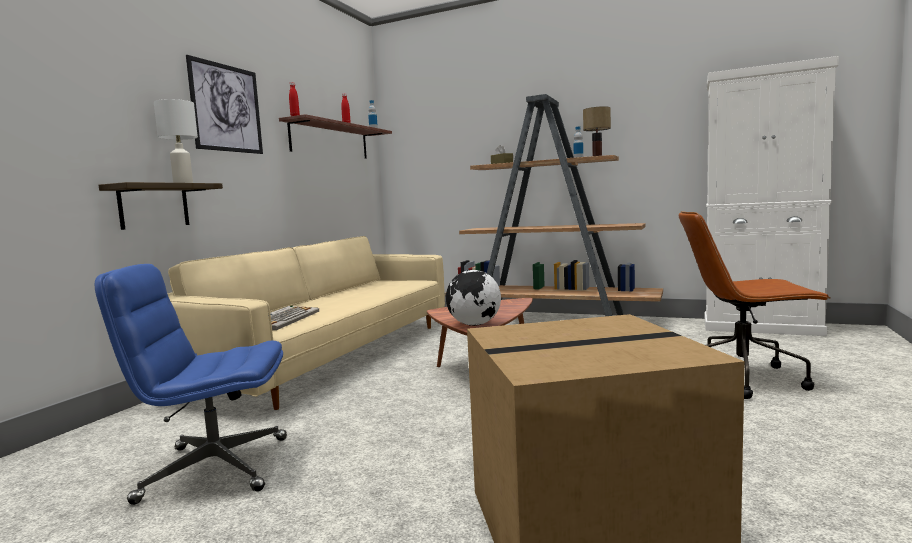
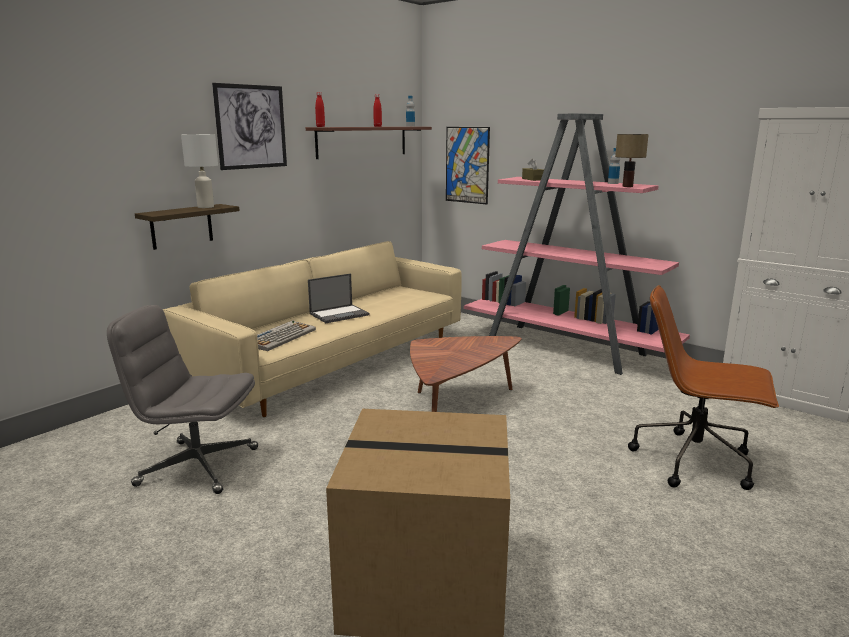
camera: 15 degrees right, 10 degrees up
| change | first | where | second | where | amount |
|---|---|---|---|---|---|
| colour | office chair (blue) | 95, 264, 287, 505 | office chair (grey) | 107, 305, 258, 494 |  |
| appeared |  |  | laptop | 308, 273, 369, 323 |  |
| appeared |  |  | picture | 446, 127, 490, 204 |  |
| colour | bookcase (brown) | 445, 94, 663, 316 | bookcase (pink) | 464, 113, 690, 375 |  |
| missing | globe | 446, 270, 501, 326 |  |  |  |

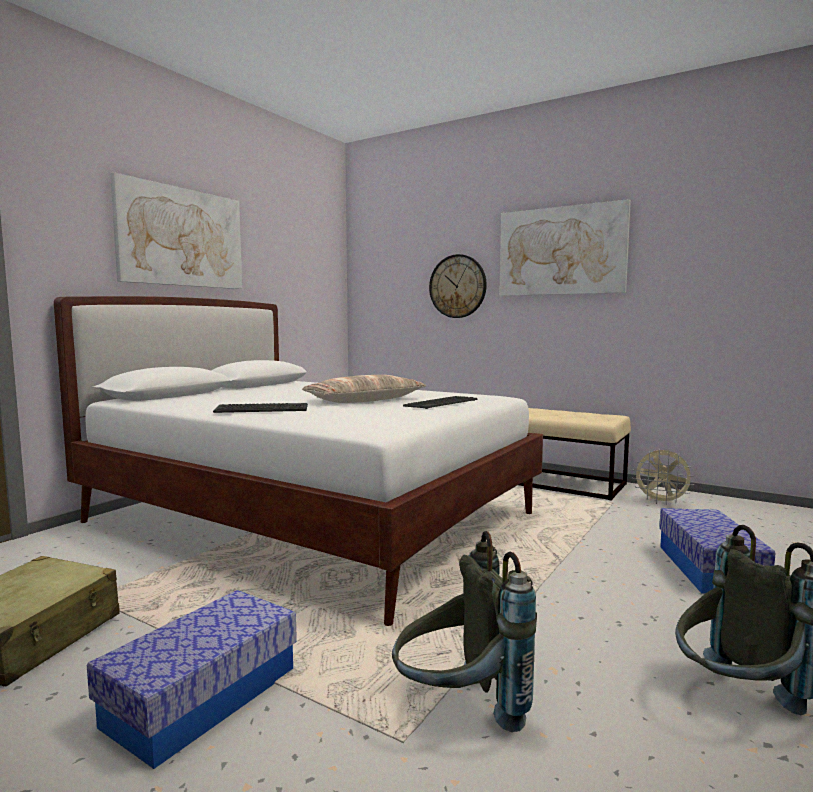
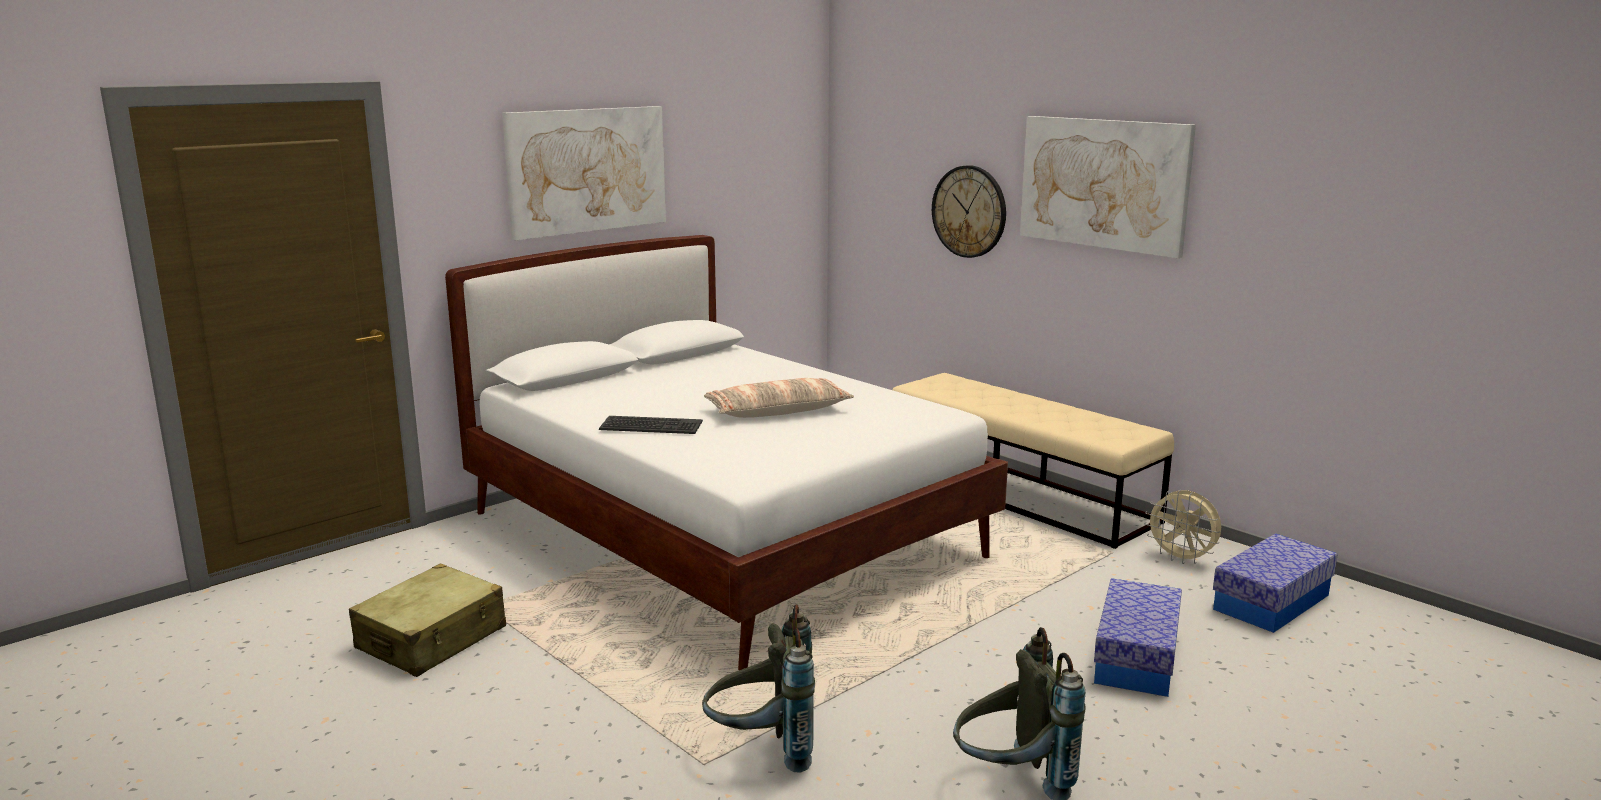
camera: 15 degrees right, 10 degrees up
| change | first | where | second | where | amount |
|---|---|---|---|---|---|
| relocated | storage box | 87, 590, 297, 769 |  | 1213, 533, 1338, 633 |  |
| missing | keyboard | 403, 396, 478, 409 |  |  |  |

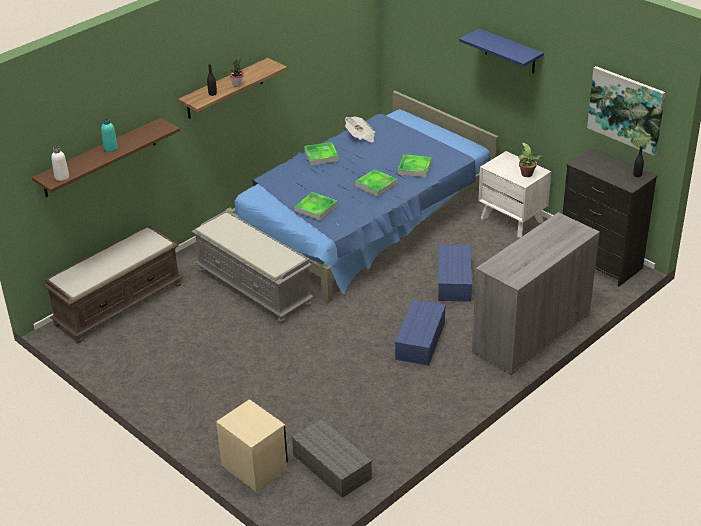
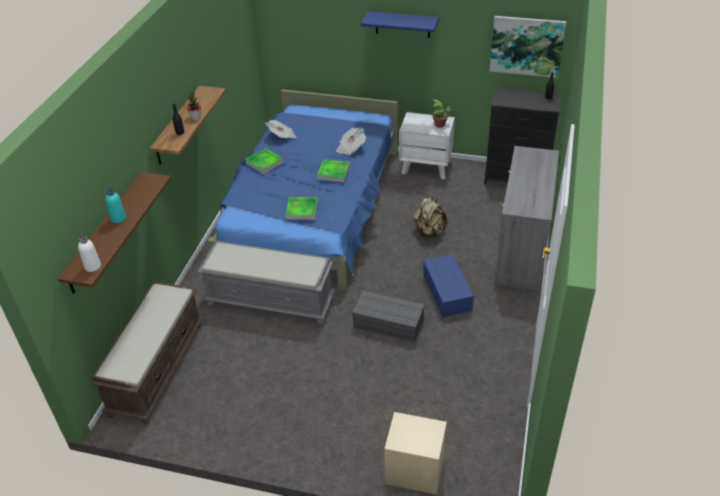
camera: 30 degrees left, 5 degrees up
| change | first | where | second | where | amount |
|---|---|---|---|---|---|
| exchanged | tray | 398, 154, 432, 178 | newspaper | 336, 128, 366, 155 |  |
| relocated | storage box (grey) | 291, 419, 372, 498 |  | 352, 290, 425, 342 |  |
| exchanged | storage box (blue) | 438, 244, 472, 302 | backpack (beige) | 413, 197, 447, 238 |  |

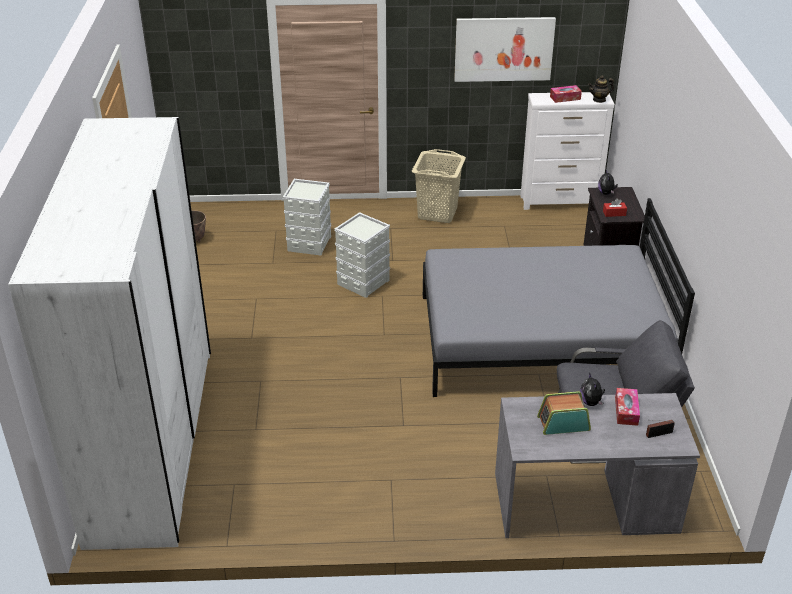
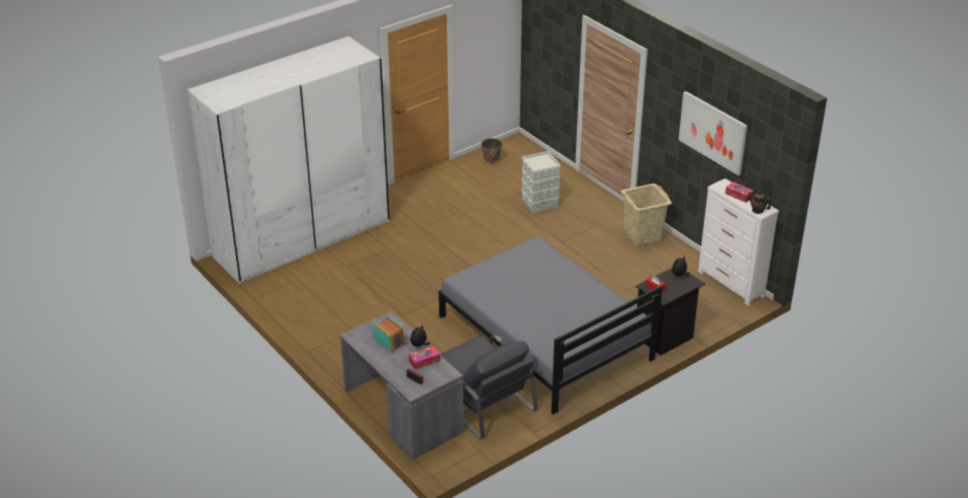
camera: 55 degrees right, 0 degrees up
| change | first | where | second | where | amount |
|---|---|---|---|---|---|
| missing | storage box (grey) | 334, 212, 390, 298 |  |  |  |

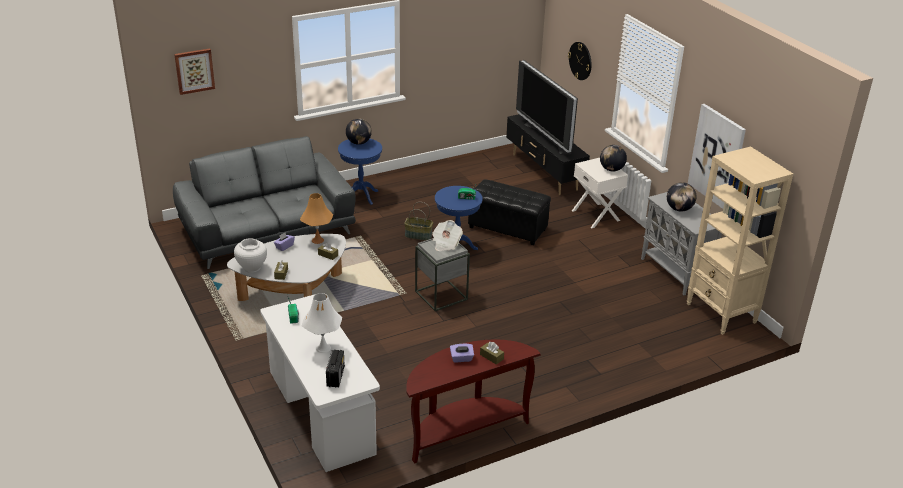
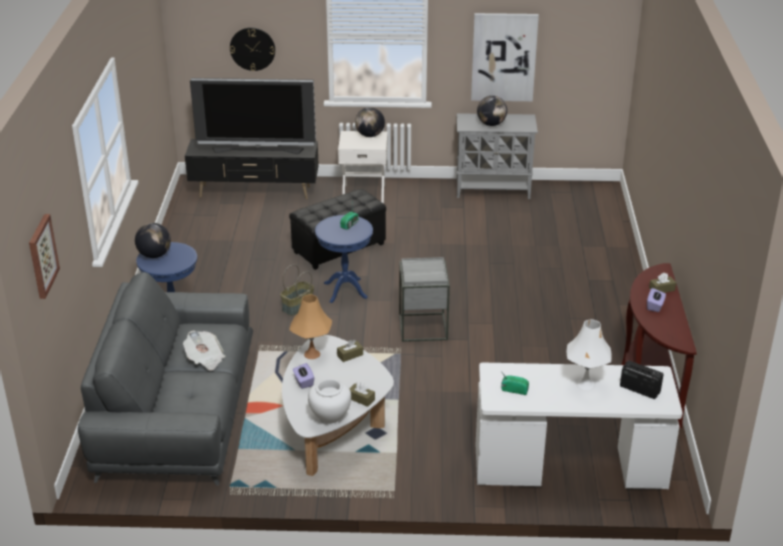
camera: 60 degrees left, 0 degrees up
| change | first | where | second | where | amount |
|---|---|---|---|---|---|
| relocated | newspaper | 432, 220, 463, 251 |  | 183, 330, 225, 370 |  |
| missing | bookcase (beige) | 687, 146, 793, 335 |  |  |  |

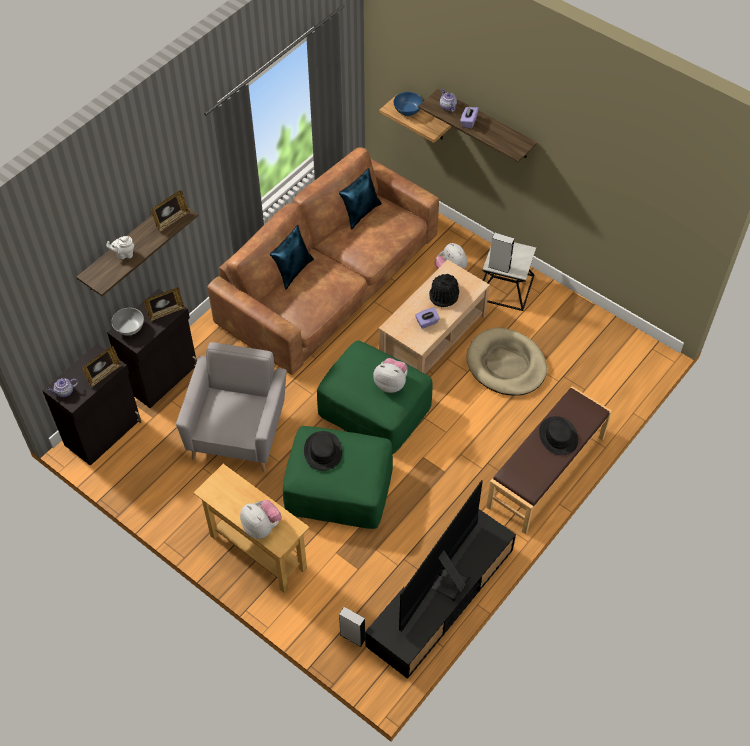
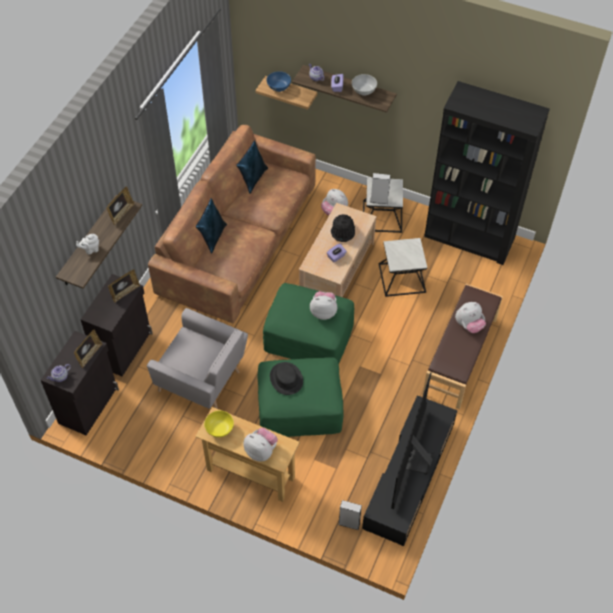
camera: 15 degrees left, 0 degrees up
| change | first | where | second | where | amount |
|---|---|---|---|---|---|
| spun | armchair (grey) | 176, 342, 287, 472 |  | 147, 308, 248, 409 | 120 degrees clockwise |
| appeared |  |  | bowl (yellow) | 204, 411, 234, 438 |  |
| relocated | bowl (white) | 112, 308, 144, 335 |  | 352, 74, 377, 96 |  |
| exchanged | dog bed (beige) | 467, 328, 547, 396 | side table | 379, 238, 427, 297 |  |
| appeared |  |  | bookcase (black) | 424, 81, 550, 265 |  |
| exchanged | hat (black) | 539, 416, 578, 455 | plush toy | 455, 302, 486, 333 |  |

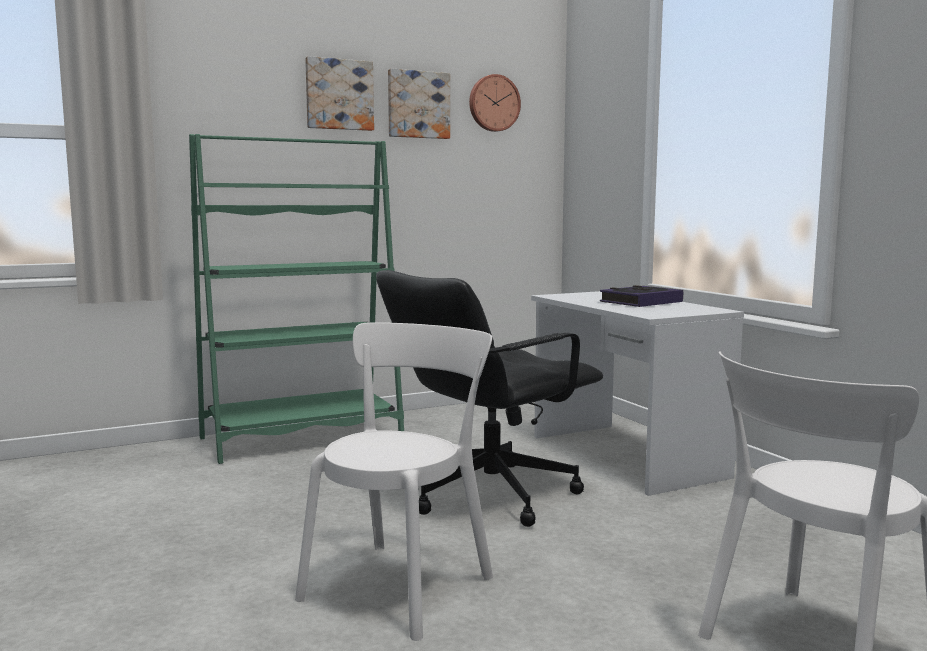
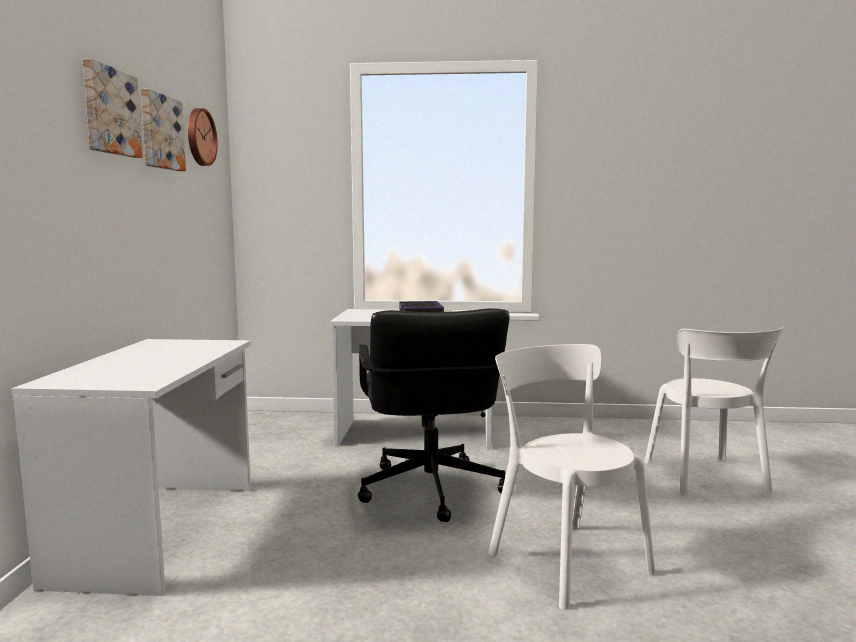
camera: 60 degrees left, 0 degrees up
| change | first | where | second | where | amount |
|---|---|---|---|---|---|
| exchanged | bookcase (green) | 189, 134, 404, 464 | desk (white) | 12, 339, 251, 596 |  |

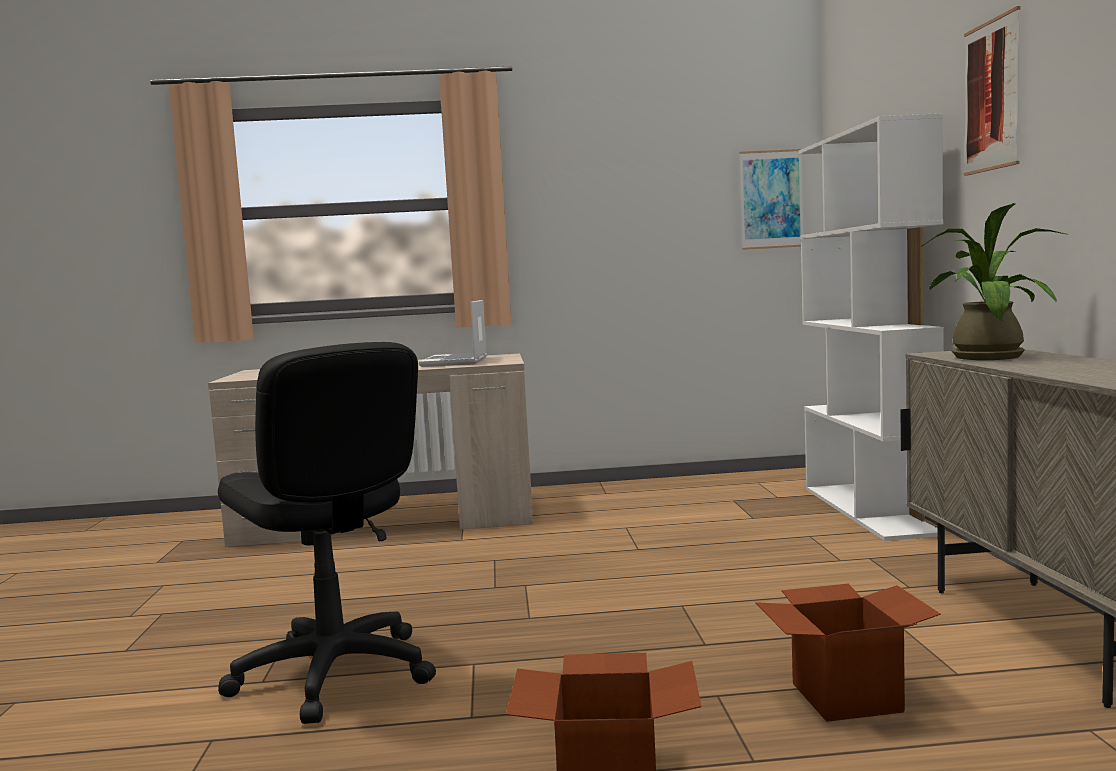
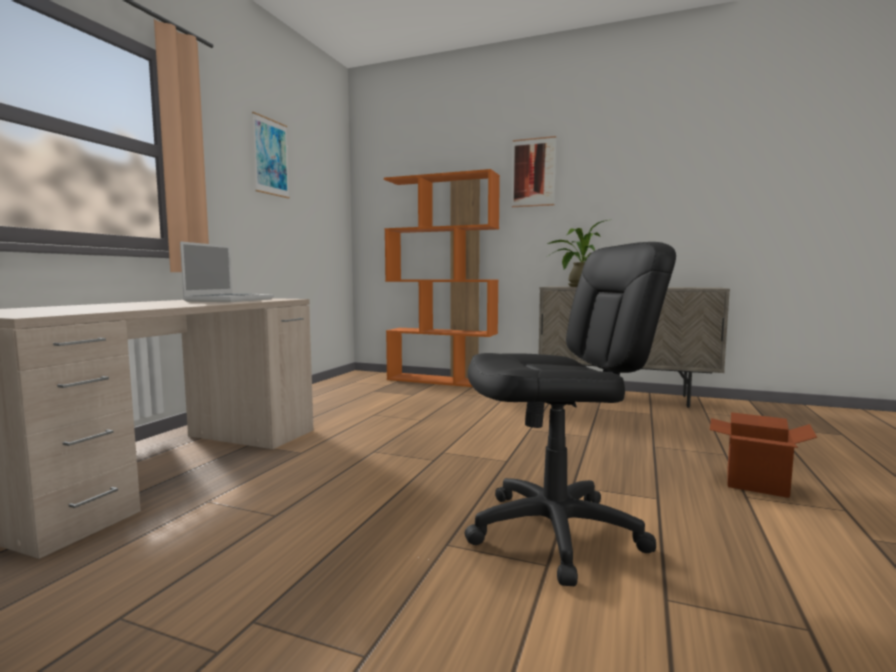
camera: 65 degrees left, 0 degrees up
| change | first | where | second | where | amount |
|---|---|---|---|---|---|
| spun | laptop | 419, 300, 487, 367 |  | 180, 242, 274, 302 | 105 degrees counterclockwise |
| relocated | picture | 739, 149, 804, 250 |  | 252, 112, 290, 199 |  |
| colour | bookcase (white) | 799, 113, 944, 541 | bookcase (orange) | 384, 169, 500, 387 |  |
| missing | cardboard box | 755, 584, 941, 722 |  |  |  |

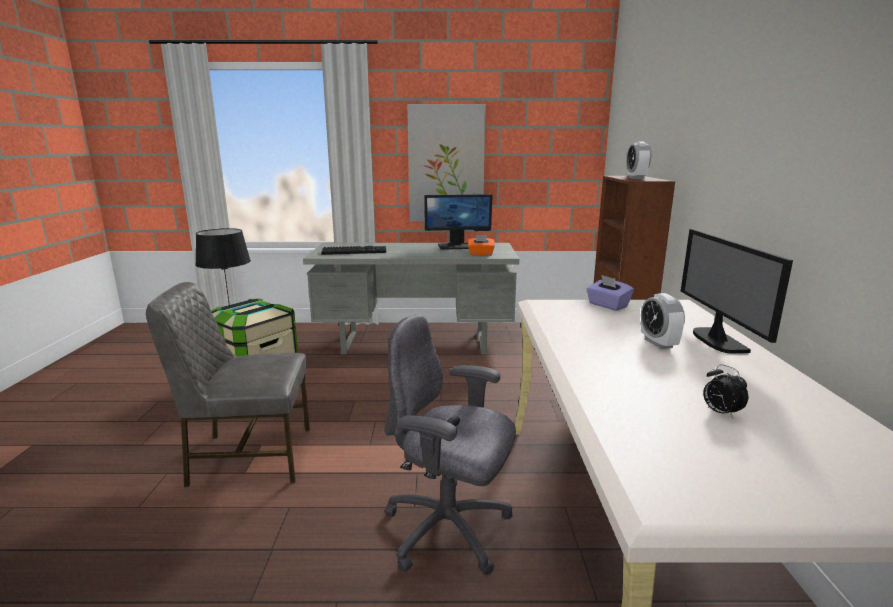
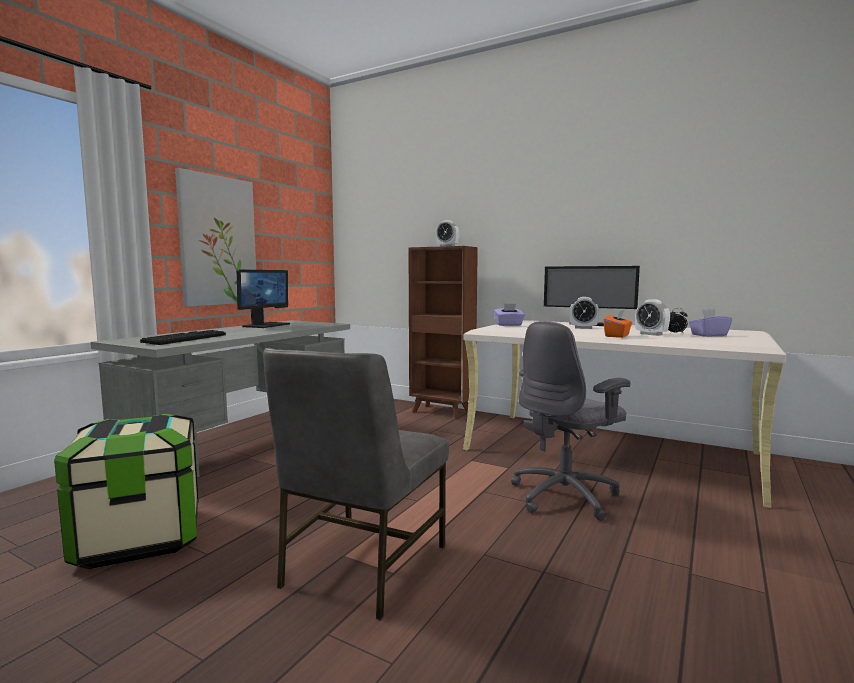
camera: 60 degrees left, 10 degrees down
| change | first | where | second | where | amount |
|---|---|---|---|---|---|
| relocated | tissue box (orange) | 468, 235, 495, 256 |  | 603, 310, 632, 338 |  |
| appeared |  |  | alarm clock | 635, 299, 670, 336 |  |
| appeared |  |  | tissue box (purple) | 689, 309, 732, 337 |  |
| missing | table lamp (black) | 195, 228, 251, 307 |  |  |  |

